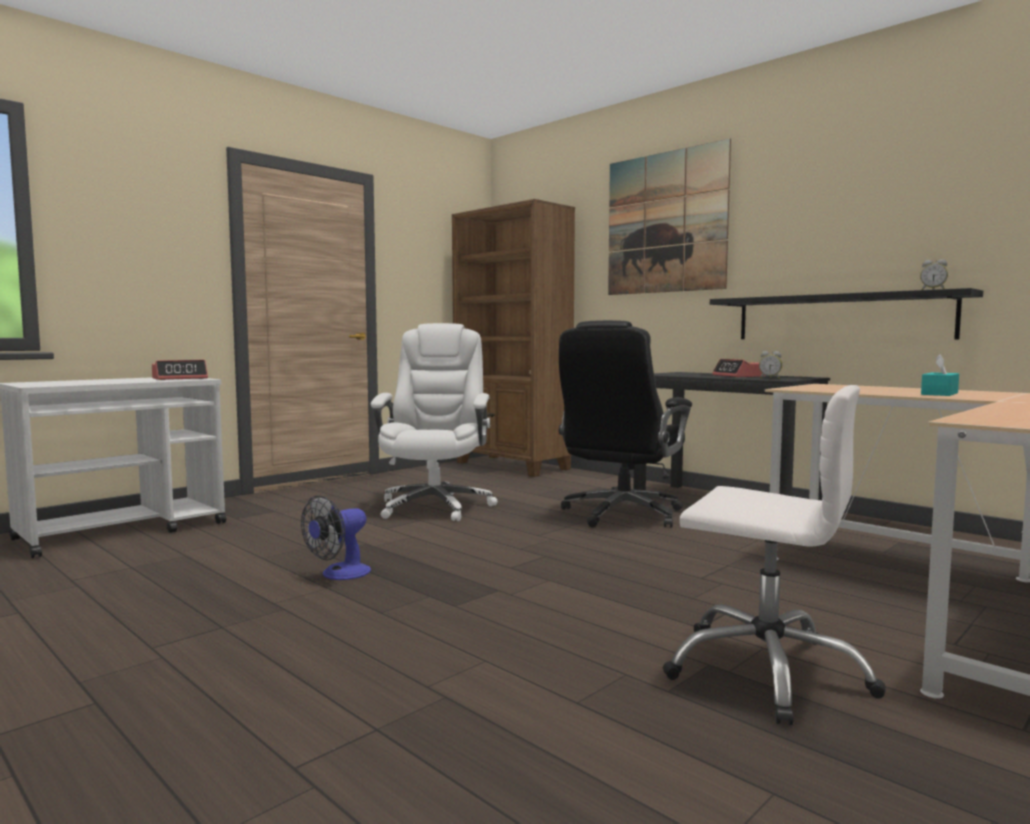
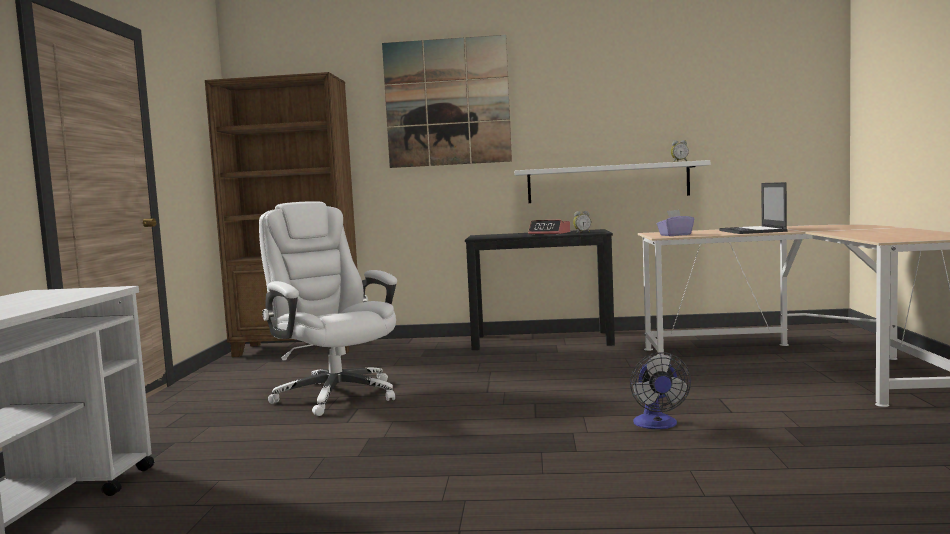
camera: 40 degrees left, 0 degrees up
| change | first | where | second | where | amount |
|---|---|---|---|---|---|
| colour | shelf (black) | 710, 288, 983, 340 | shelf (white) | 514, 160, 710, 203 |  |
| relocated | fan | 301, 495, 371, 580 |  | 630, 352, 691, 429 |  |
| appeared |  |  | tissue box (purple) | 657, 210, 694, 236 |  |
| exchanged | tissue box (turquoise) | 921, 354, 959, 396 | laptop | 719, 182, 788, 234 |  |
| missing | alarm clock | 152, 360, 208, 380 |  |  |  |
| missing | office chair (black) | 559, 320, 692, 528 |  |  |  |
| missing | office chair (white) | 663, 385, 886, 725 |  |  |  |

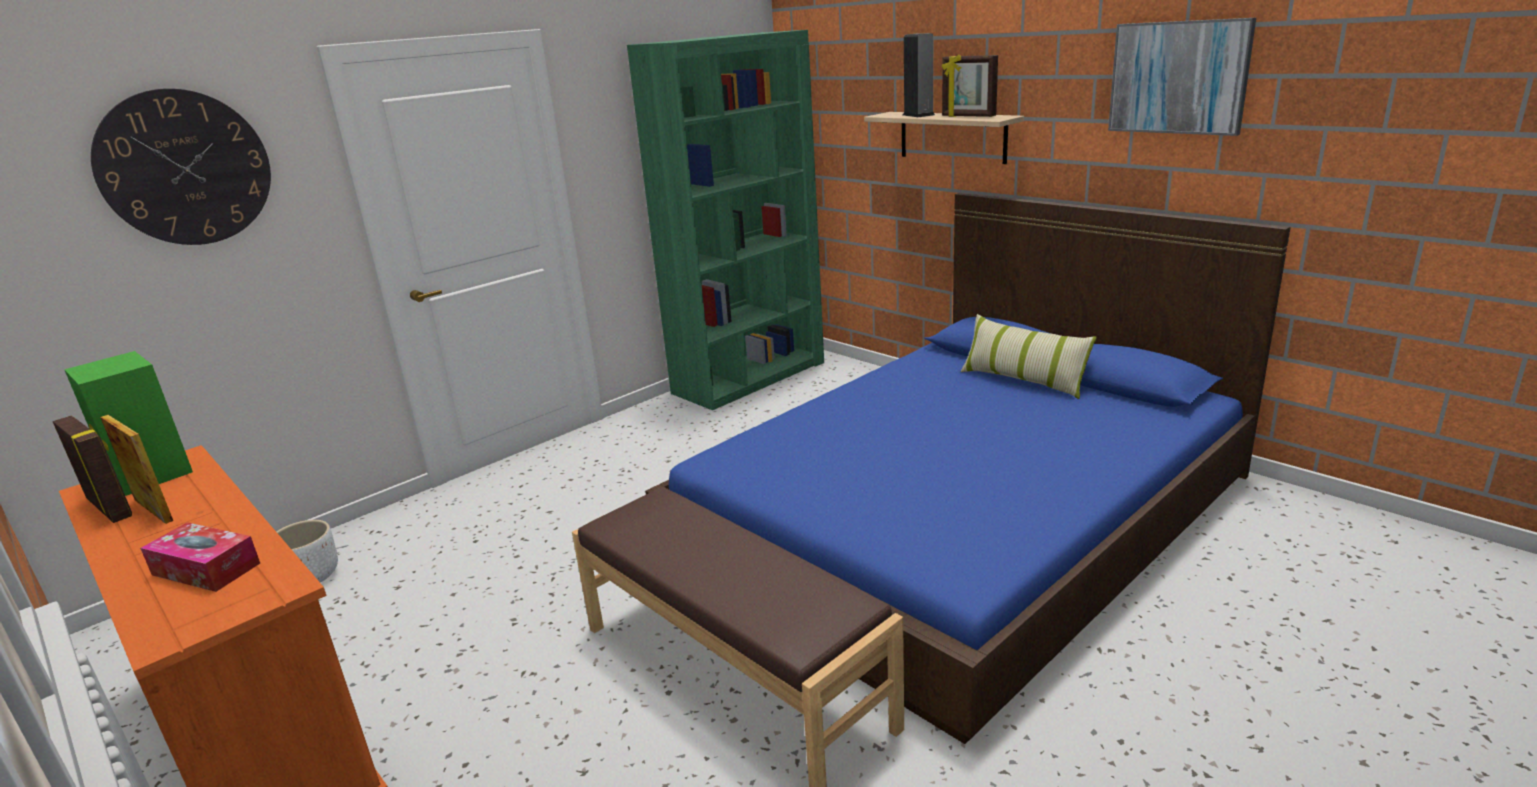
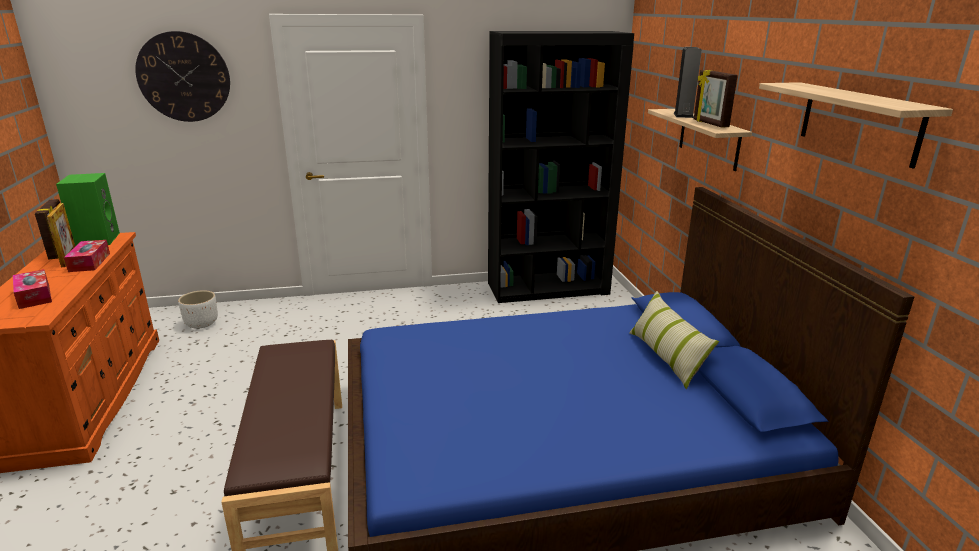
camera: 30 degrees right, 0 degrees up
| change | first | where | second | where | amount |
|---|---|---|---|---|---|
| appeared |  |  | tissue box | 64, 240, 110, 272 |  |
| colour | bookcase (green) | 627, 30, 824, 410 | bookcase (black) | 488, 31, 634, 303 |  |
| exchanged | picture | 1108, 18, 1256, 136 | shelf | 759, 82, 953, 168 |  |

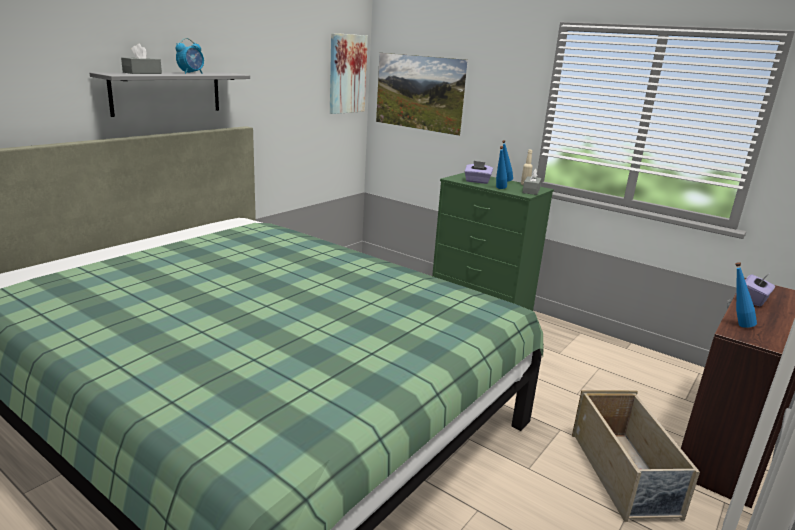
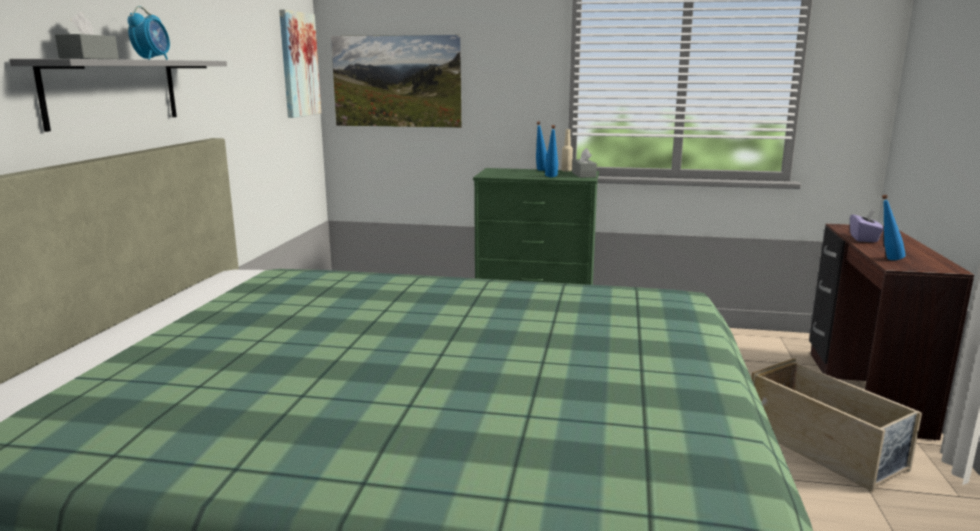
camera: 25 degrees left, 5 degrees down
| change | first | where | second | where | amount |
|---|---|---|---|---|---|
| missing | tissue box (purple) | 464, 161, 493, 184 |  |  |  |

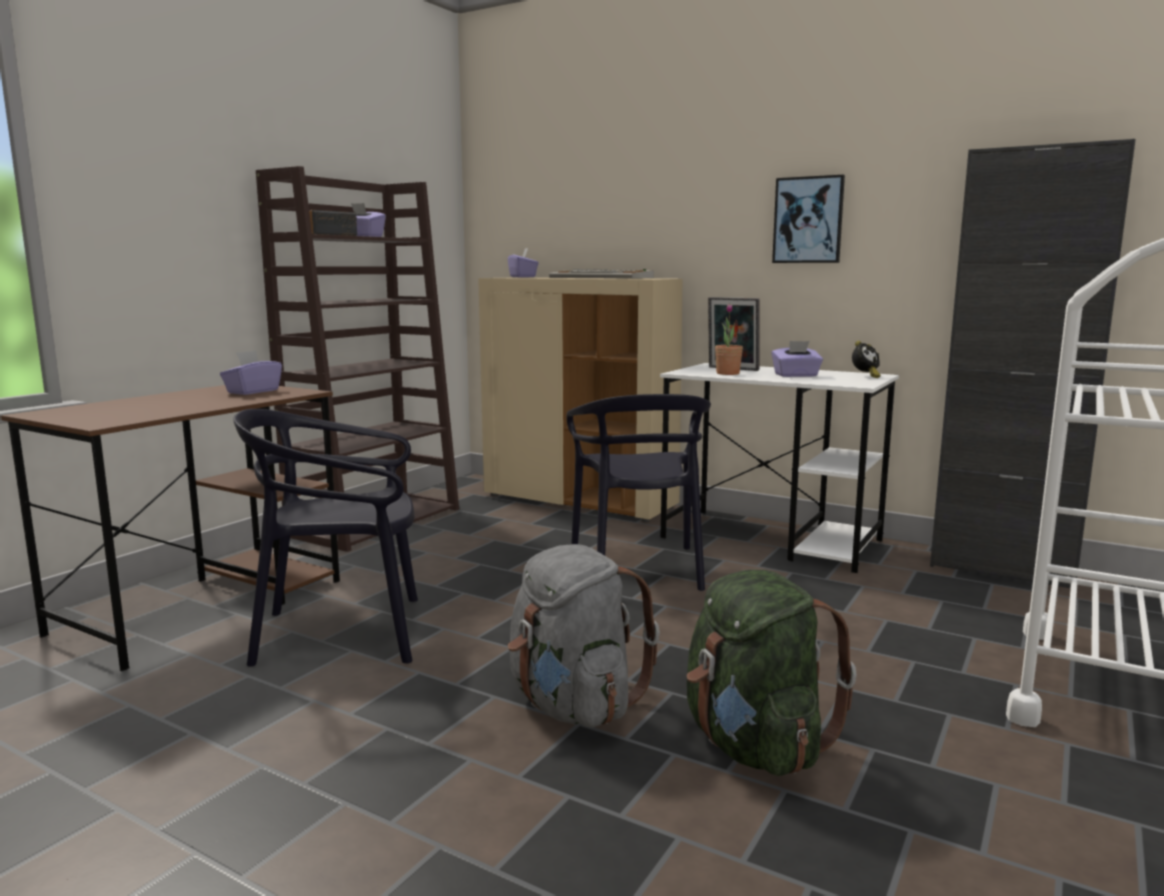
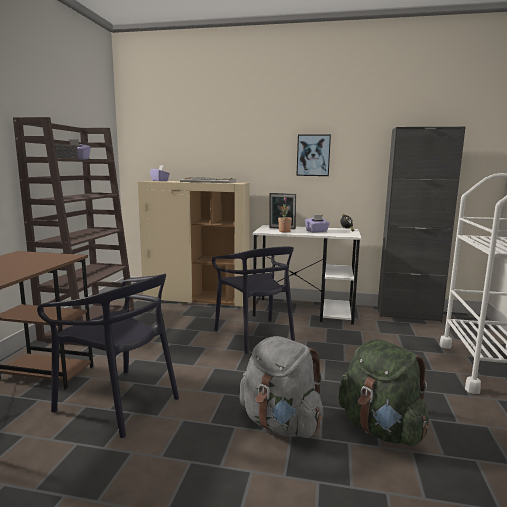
camera: 20 degrees left, 0 degrees up
| change | first | where | second | where | amount |
|---|---|---|---|---|---|
| spun | chair (black) | 233, 409, 418, 667 |  | 37, 274, 179, 438 | 120 degrees counterclockwise |
| missing | tissue box (purple) | 220, 350, 282, 395 |  |  |  |

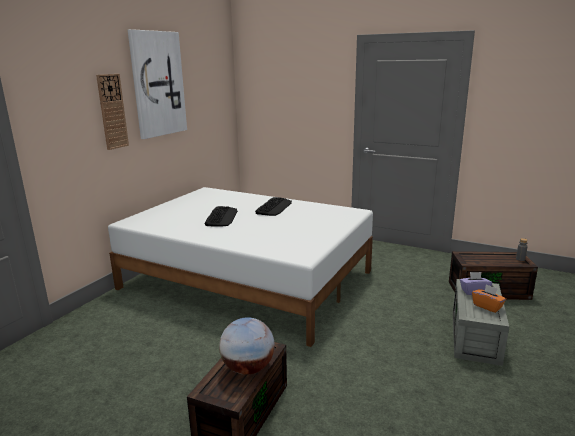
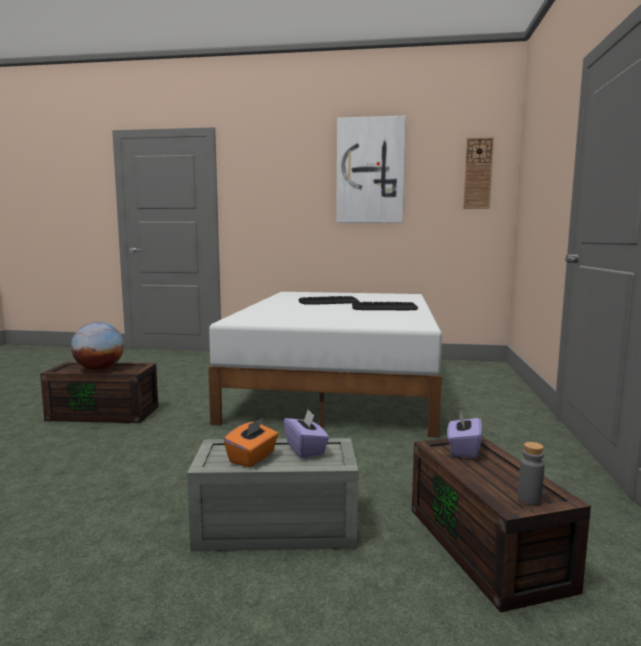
camera: 70 degrees right, 10 degrees down
| change | first | where | second | where | amount |
|---|---|---|---|---|---|
| appeared |  |  | tissue box (purple) | 447, 410, 482, 458 |  |
| relocated | wall clock | 96, 74, 129, 150 |  | 463, 137, 494, 209 |  |

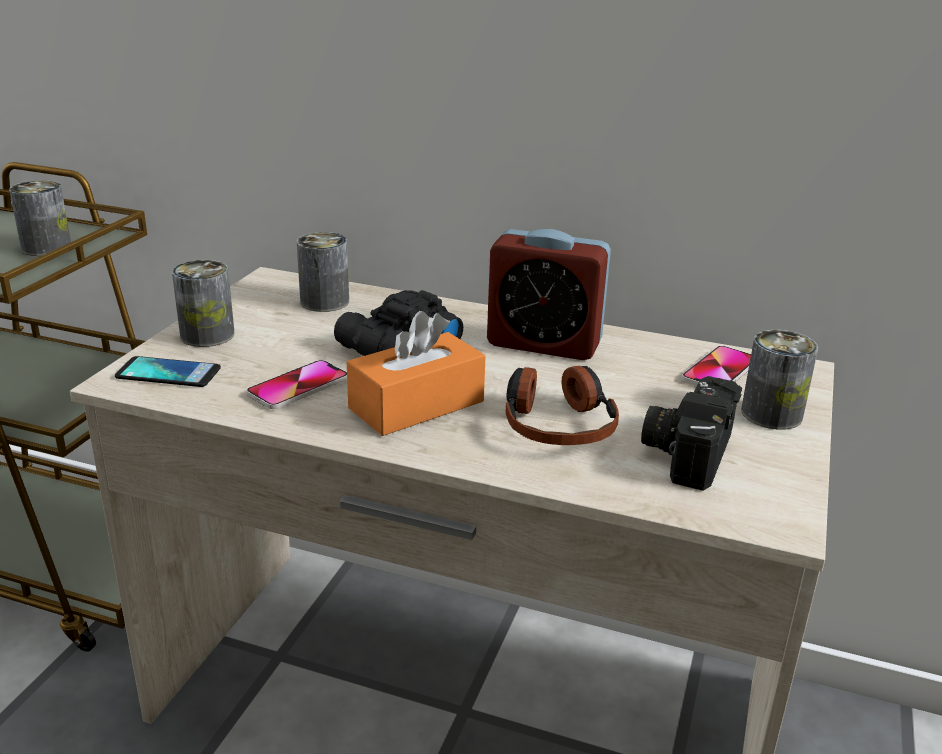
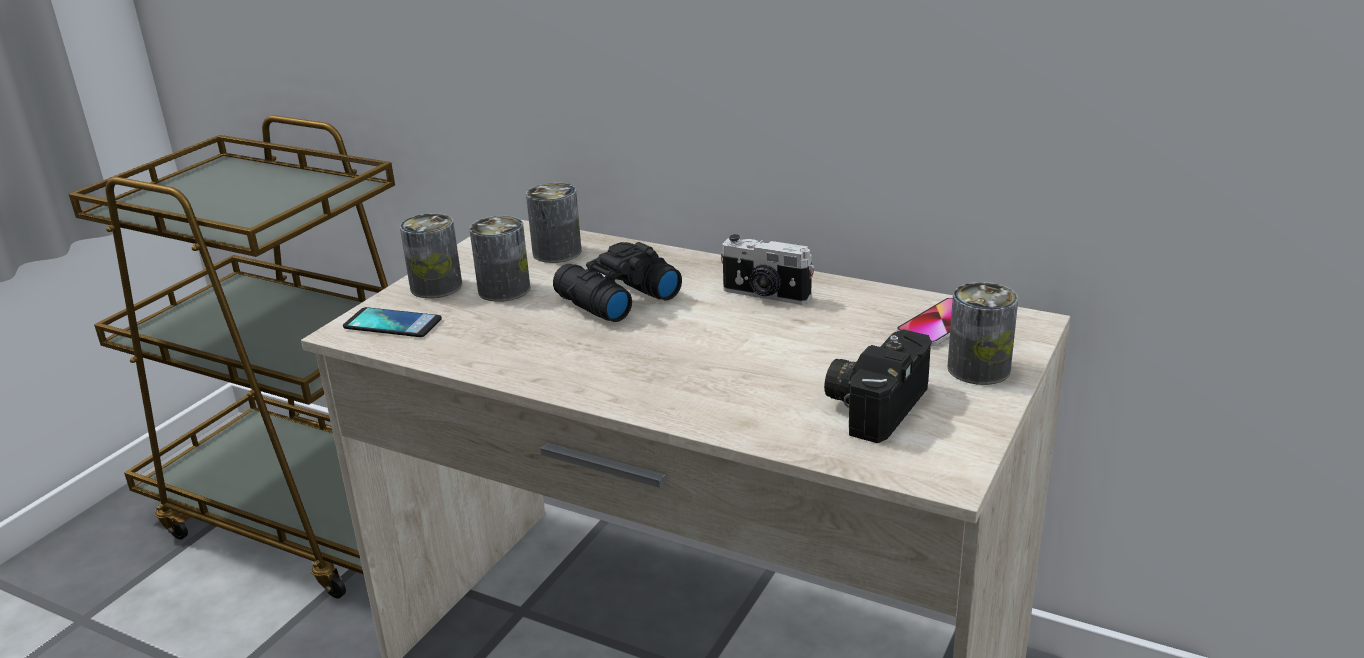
camera: 10 degrees right, 0 degrees up
| change | first | where | second | where | amount |
|---|---|---|---|---|---|
| relocated | can | 9, 180, 71, 256 |  | 469, 215, 530, 302 |  |
| exchanged | alarm clock | 487, 229, 611, 360 | photo camera | 721, 234, 814, 305 |  |
| missing | phone | 247, 360, 347, 409 |  |  |  |
| missing | tissue box (orange) | 347, 311, 486, 436 |  |  |  |
| missing | headphones | 506, 366, 619, 445 |  |  |  |

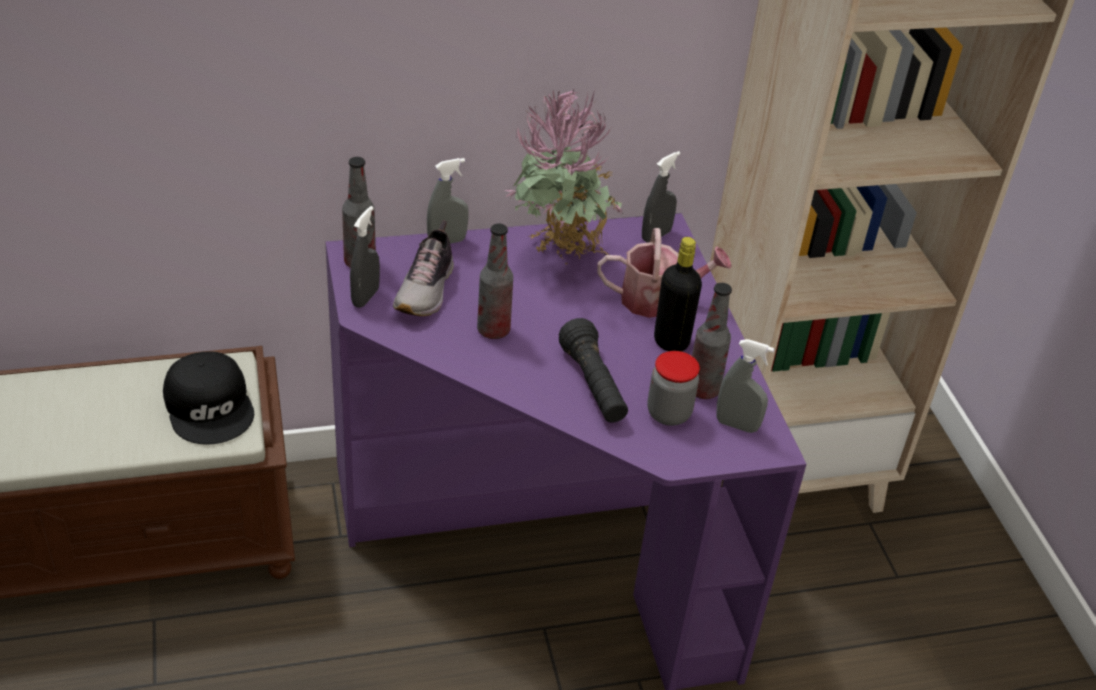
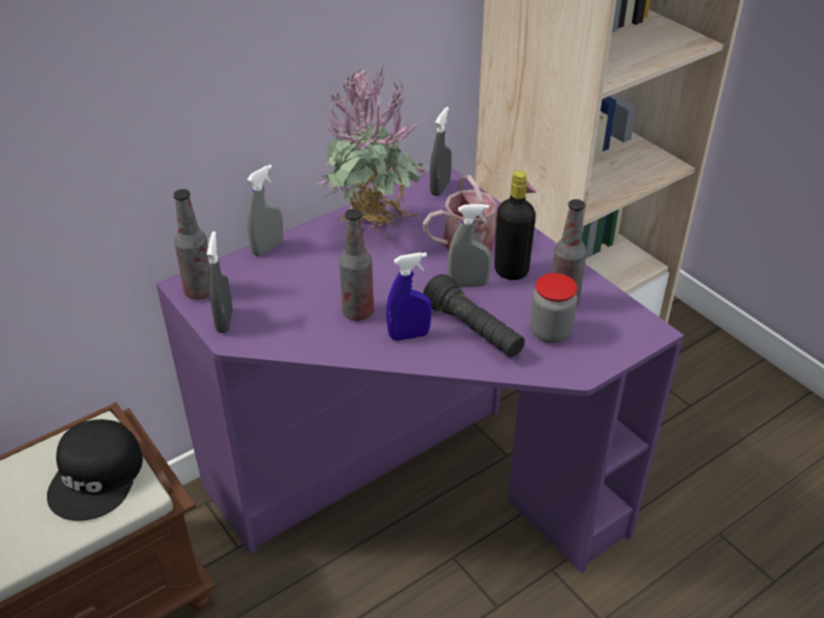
camera: 20 degrees left, 0 degrees up
| change | first | where | second | where | amount |
|---|---|---|---|---|---|
| spun | cap (black) | 163, 352, 254, 444 |  | 47, 419, 143, 521 | 60 degrees clockwise |
| appeared |  |  | spray bottle (blue) | 386, 252, 432, 341 |  |
| relocated | spray bottle (grey) | 716, 339, 774, 433 |  | 448, 204, 492, 287 |  |
| missing | shoe | 393, 220, 454, 316 |  |  |  |

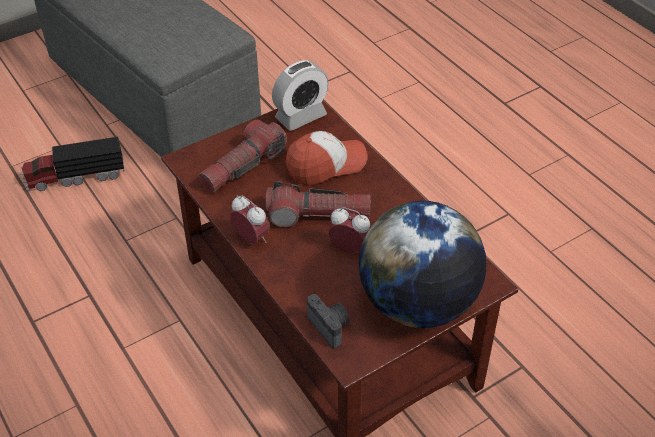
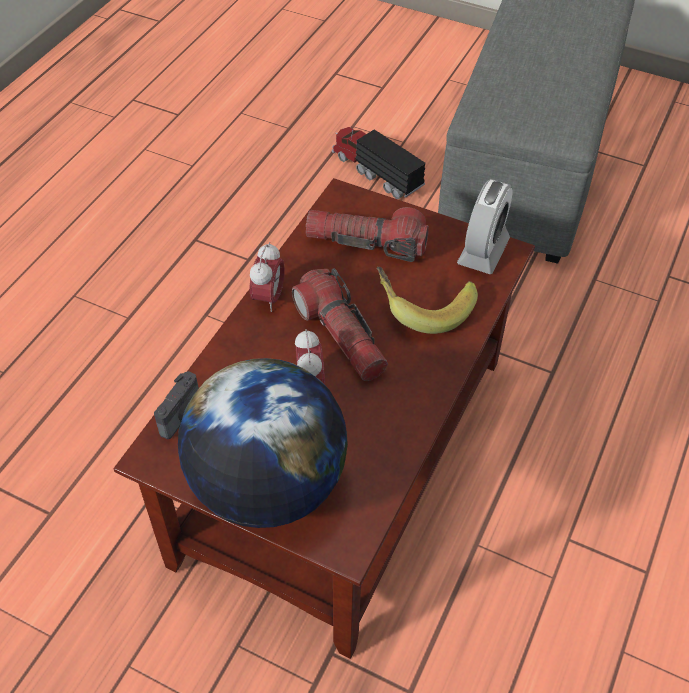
camera: 60 degrees right, 5 degrees up
| change | first | where | second | where | amount |
|---|---|---|---|---|---|
| exchanged | cap | 286, 131, 368, 186 | banana | 377, 267, 478, 334 |  |
| spun | alarm clock | 272, 60, 328, 131 |  | 457, 179, 513, 274 | 90 degrees counterclockwise |

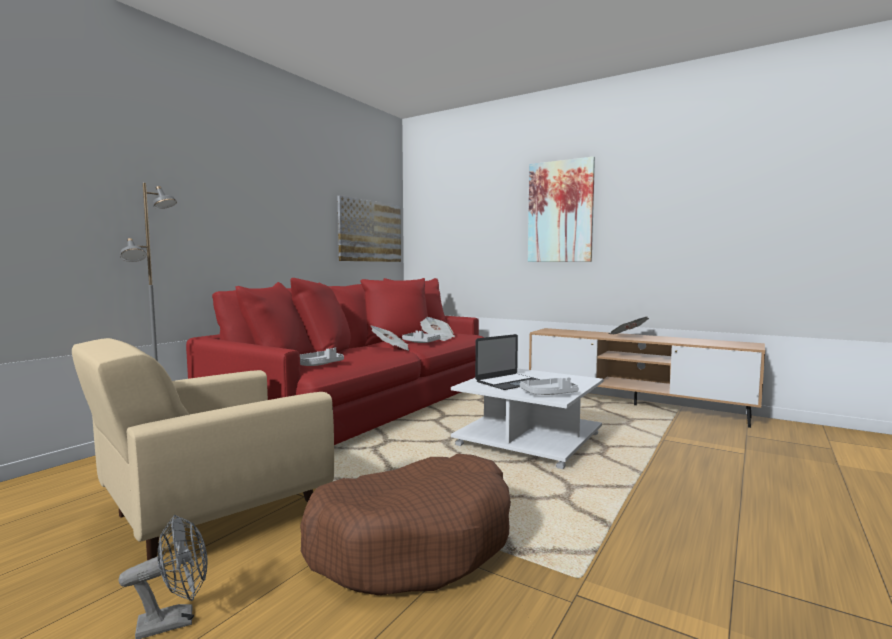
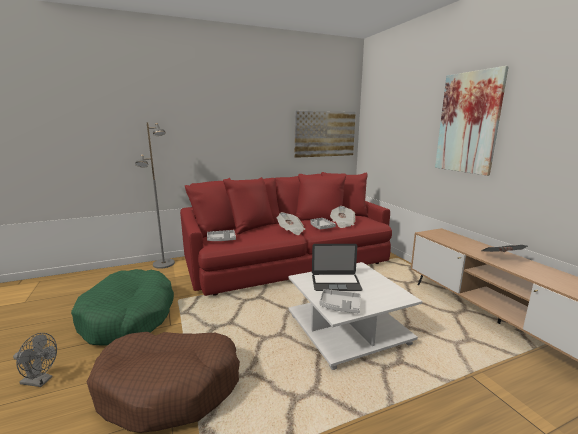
camera: 35 degrees right, 10 degrees up
| change | first | where | second | where | amount |
|---|---|---|---|---|---|
| exchanged | armchair (beige) | 72, 338, 334, 560 | dog bed (green) | 71, 269, 174, 346 |  |

